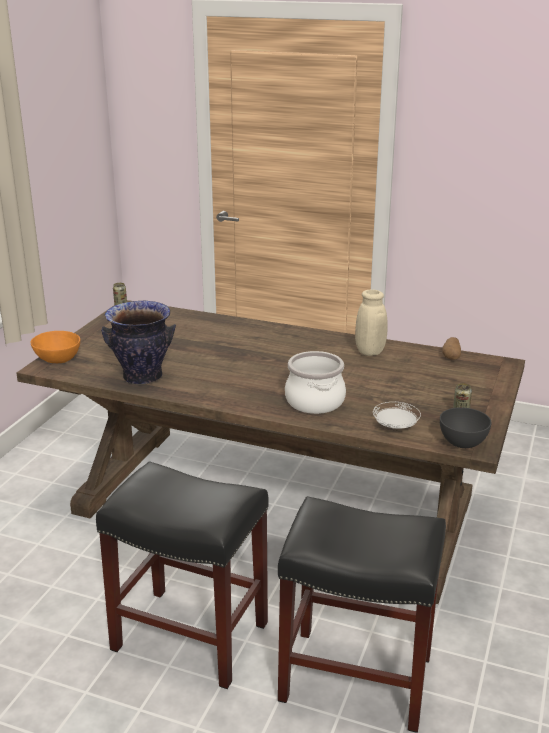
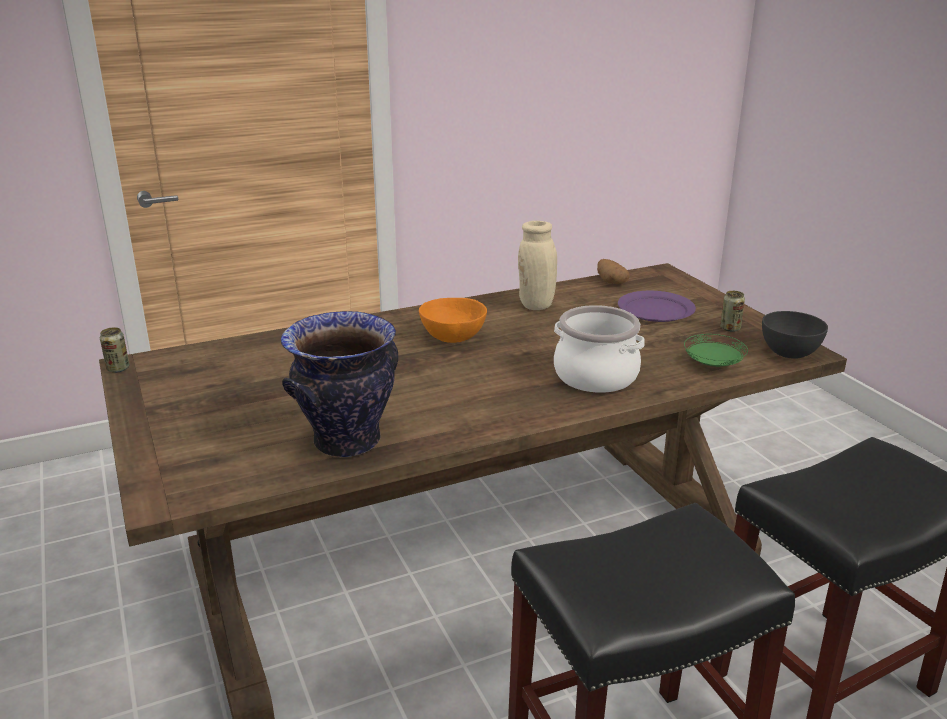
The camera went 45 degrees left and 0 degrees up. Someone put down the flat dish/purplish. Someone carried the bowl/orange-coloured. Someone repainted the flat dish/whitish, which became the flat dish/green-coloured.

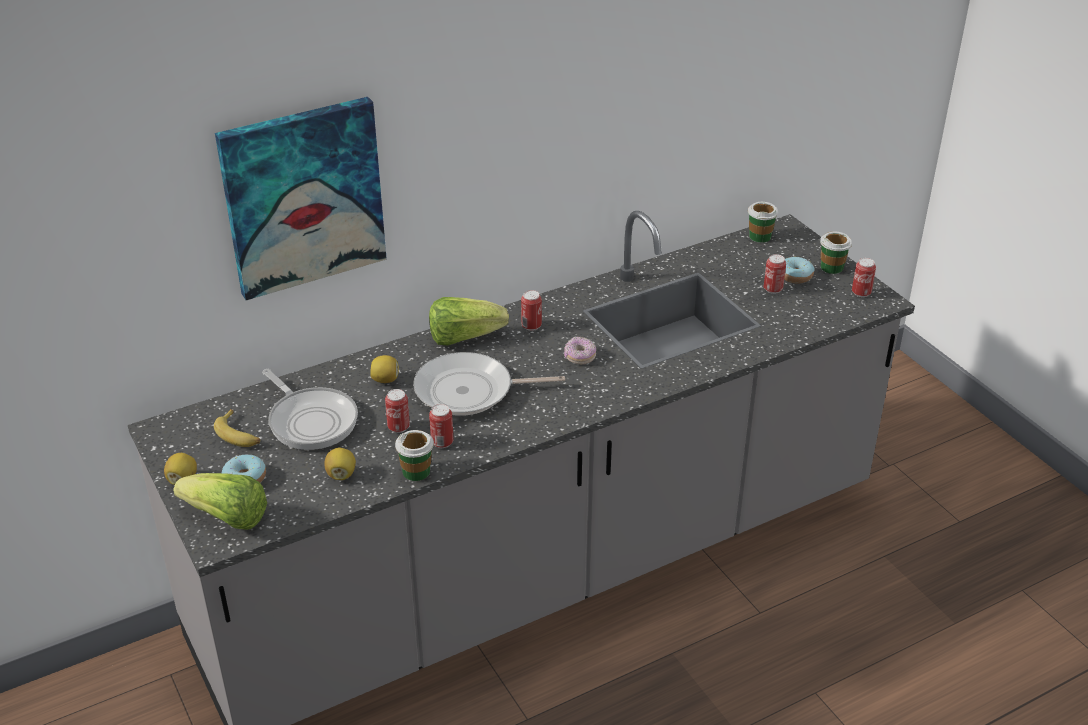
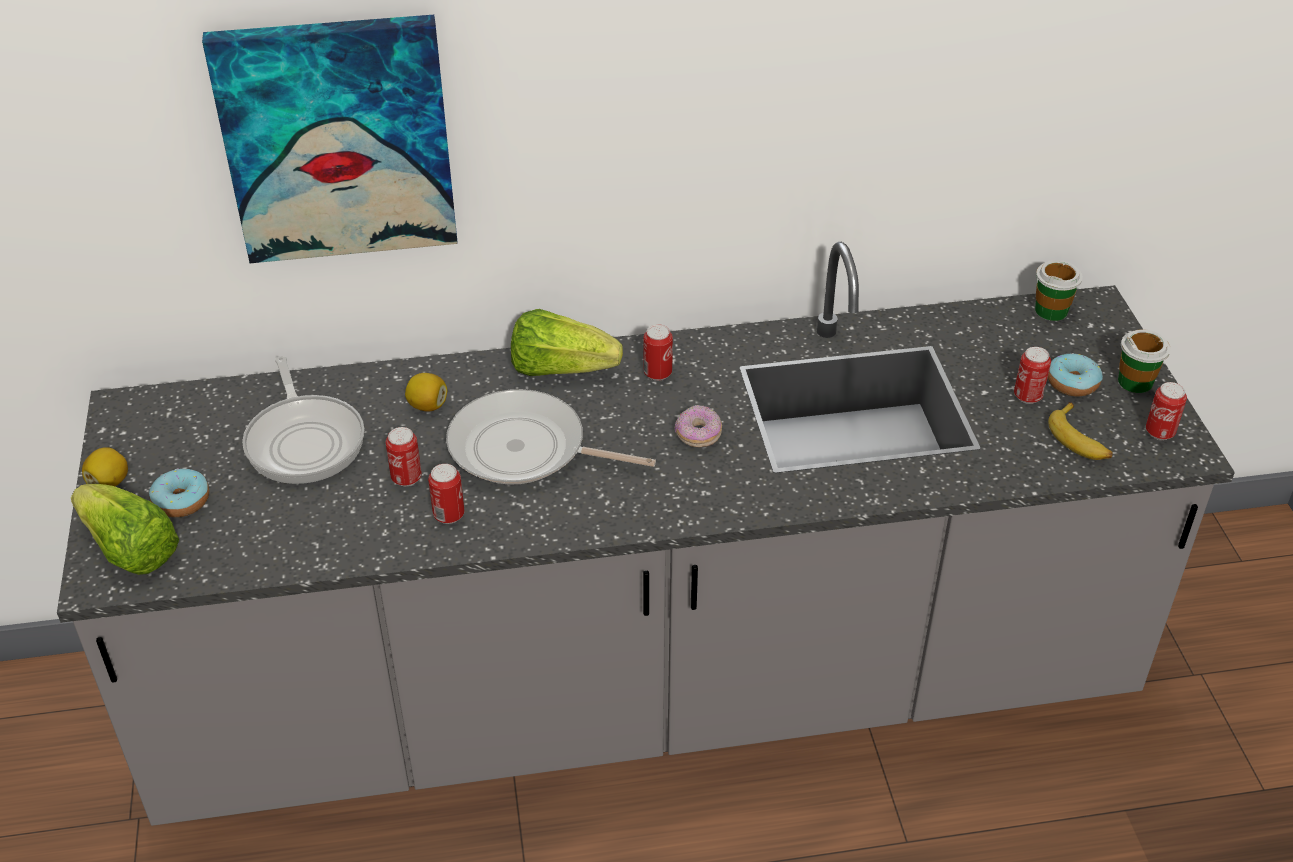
The camera went 20 degrees right and 5 degrees up. Someone took away the whole lemon (2nd from left). Someone took away the small cup (1st from left). Someone carried the banana fruit.

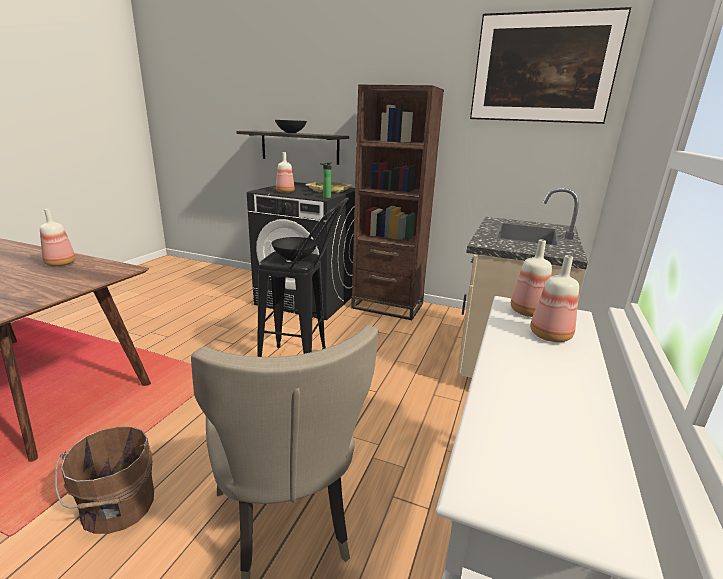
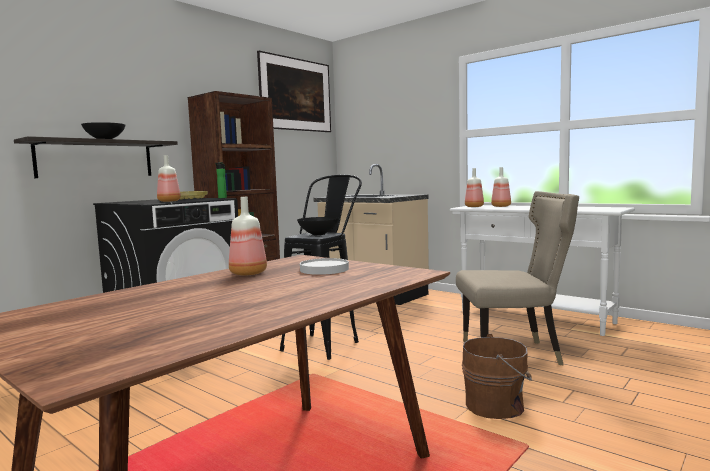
The camera went 70 degrees left and 15 degrees down. Someone put down the flat dish/whitish.

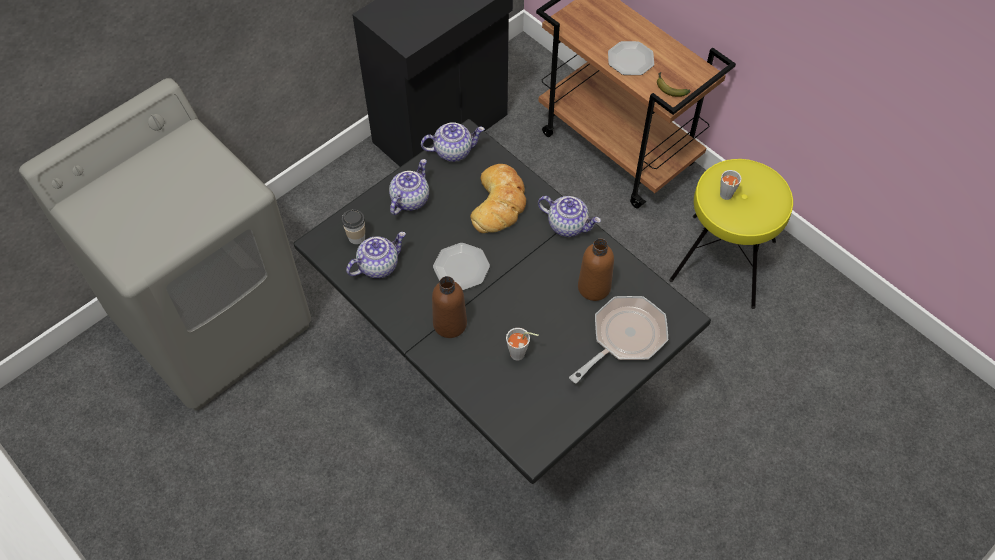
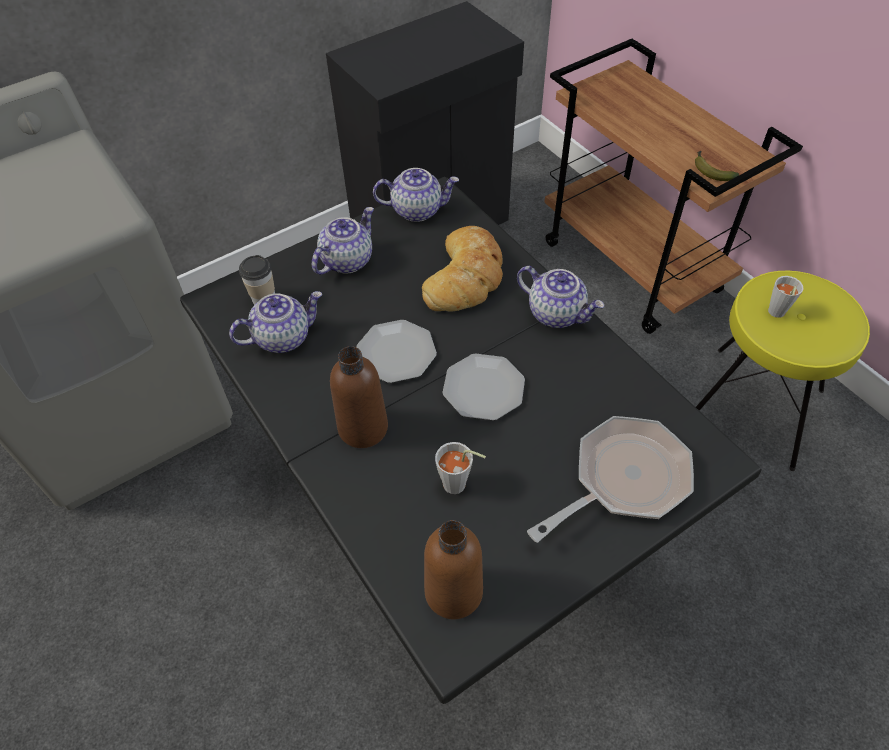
The camera went 10 degrees right and 5 degrees down. Someone carried the beverage bottle/brown (2nd from left). Someone carried the flat dish (2nd from left).

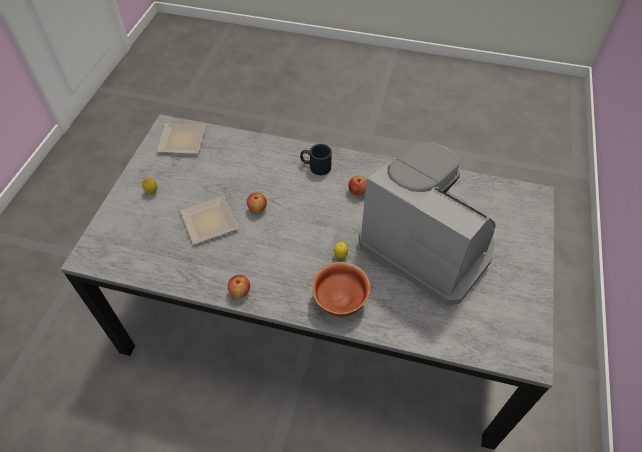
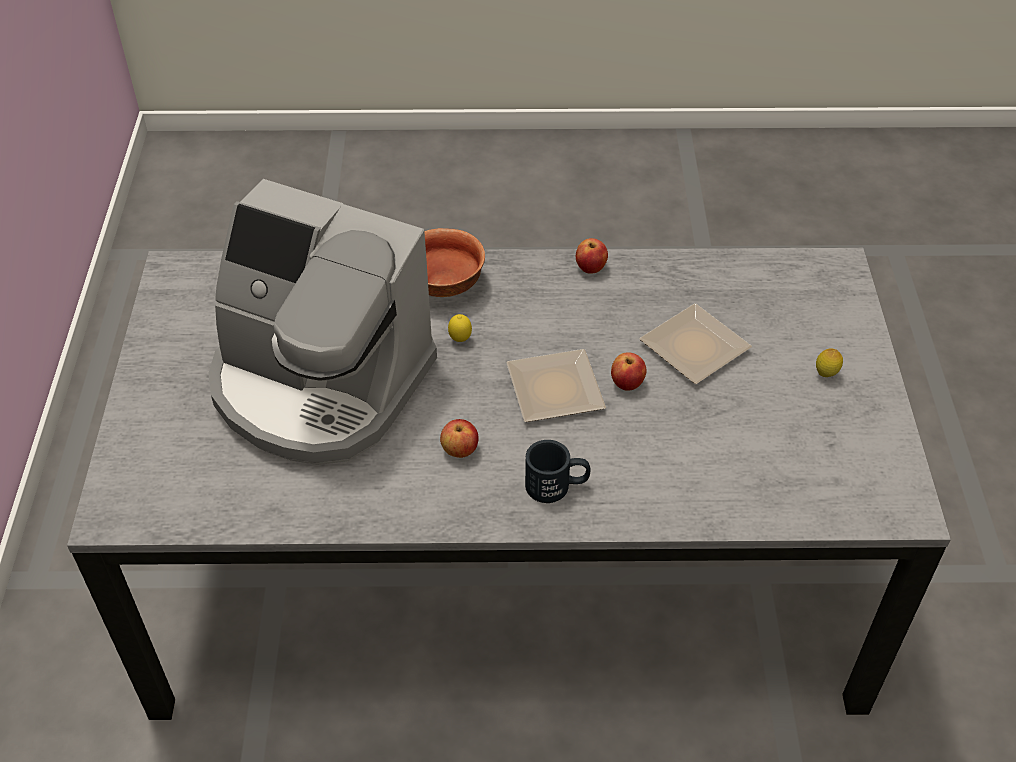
The camera went 165 degrees right and 5 degrees down. Someone carried the flat dish (1st from left).

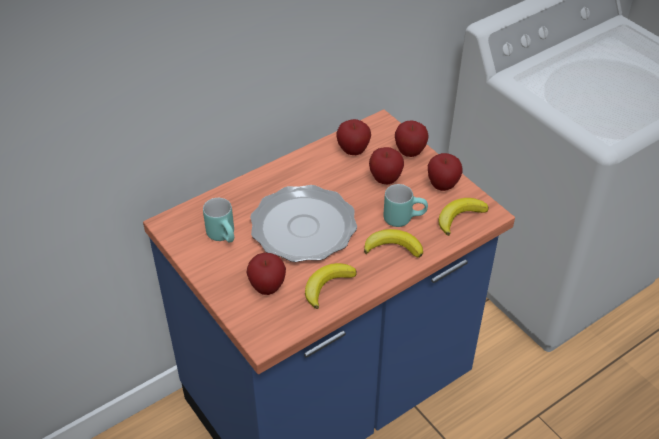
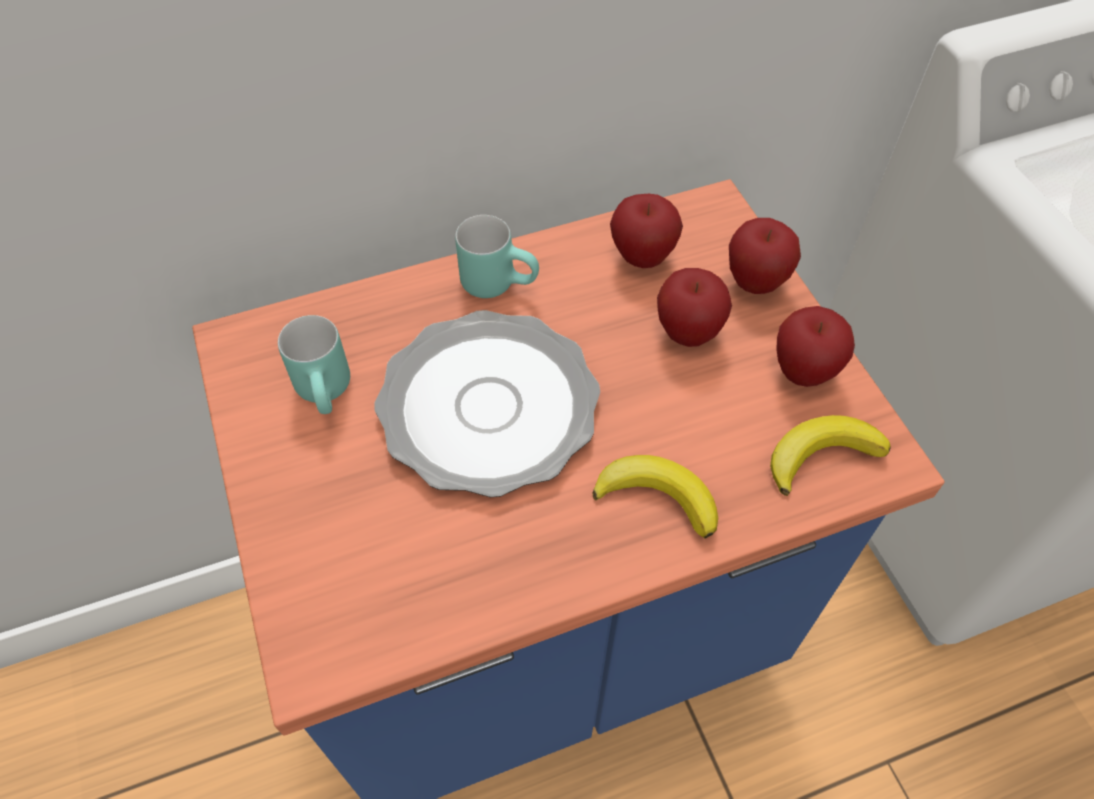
The camera went 15 degrees right and 10 degrees up. Someone took away the apple fruit (1st from left). Someone took away the banana fruit (1st from left). Someone carried the coffee mug/turquoise (2nd from left).

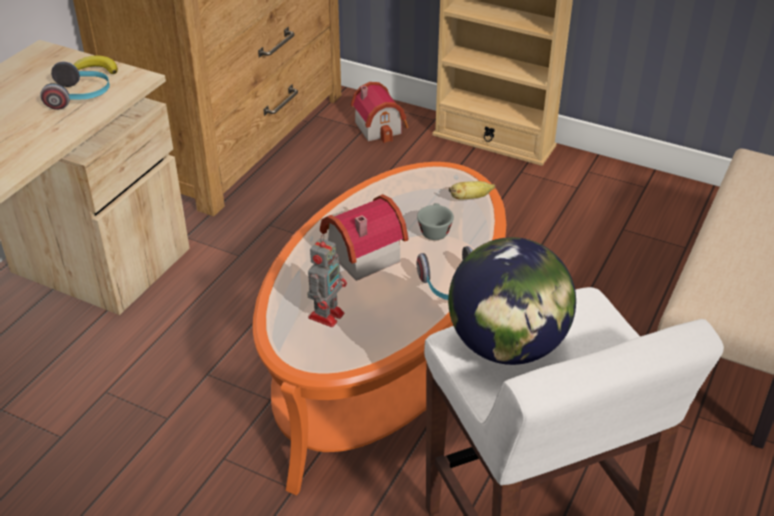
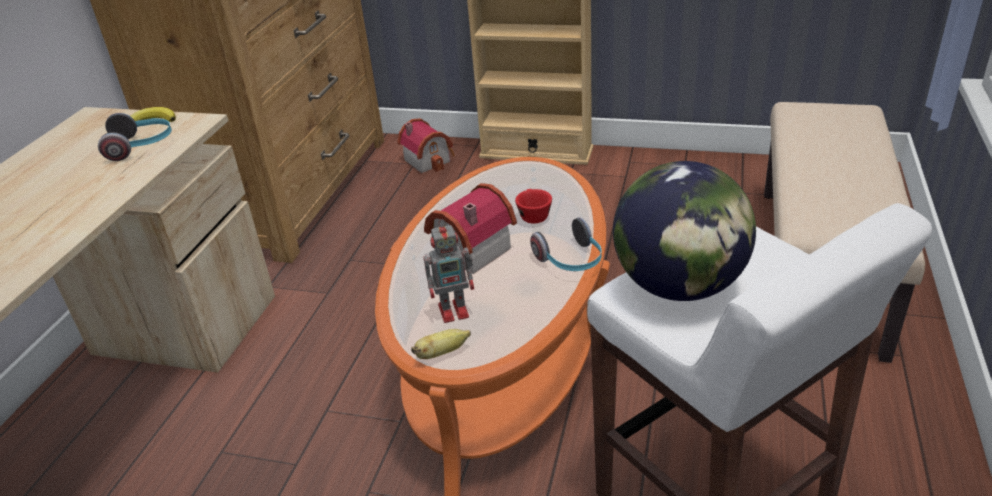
The camera went 10 degrees left and 5 degrees down. Someone carried the banana fruit (2nd from left). Someone repainted the small cup/greyish, which became the small cup/red-coloured. Someone rotated the model robot by 60 degrees clockwise.

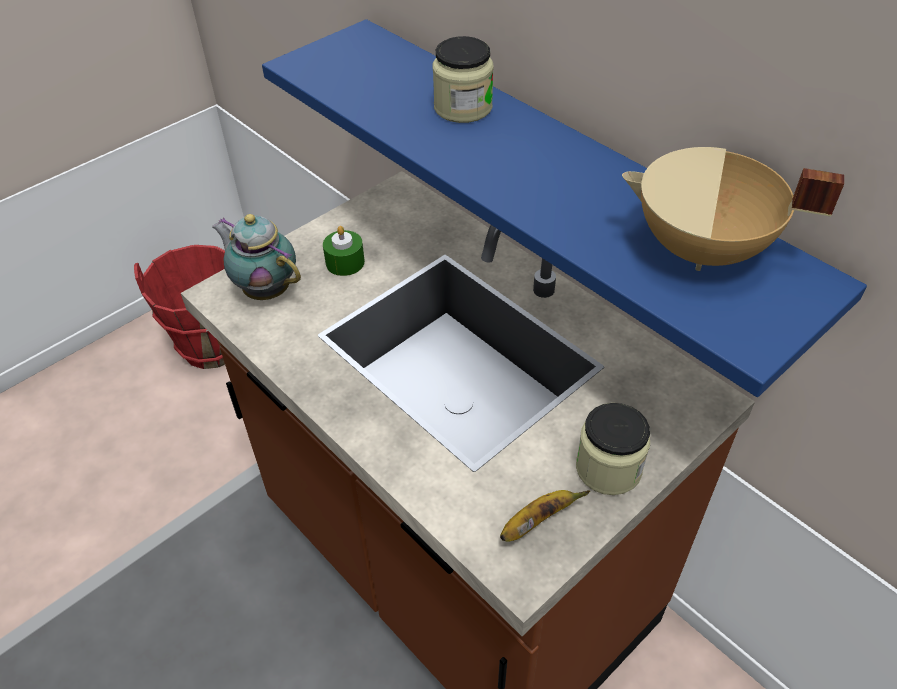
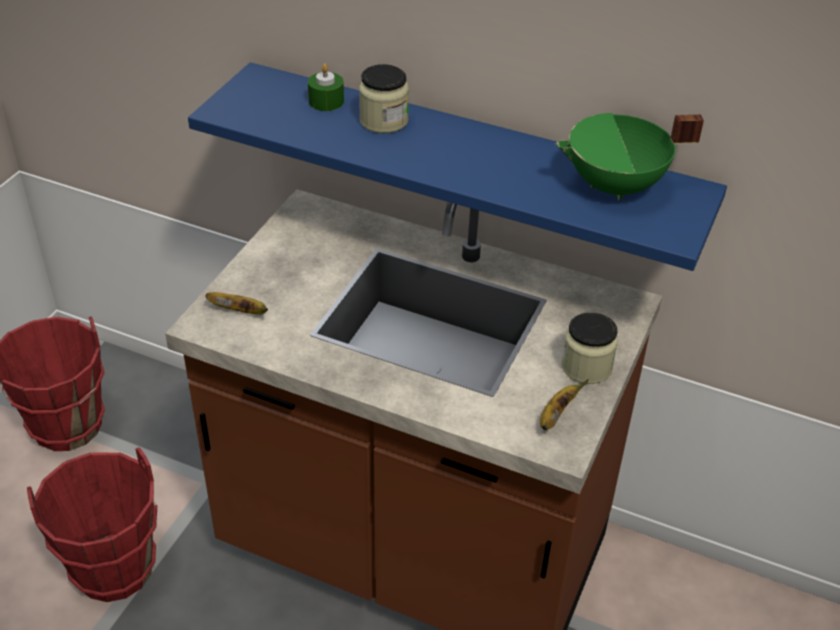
The camera went 25 degrees left and 5 degrees down. Someone put down the water bucket/red-coloured (2nd from left). Someone carried the wax candle/green-coloured. Someone swapped the teapot for the banana fruit (1st from left). Someone repainted the cooking pot/beige-coloured, which became the cooking pot/green-coloured.

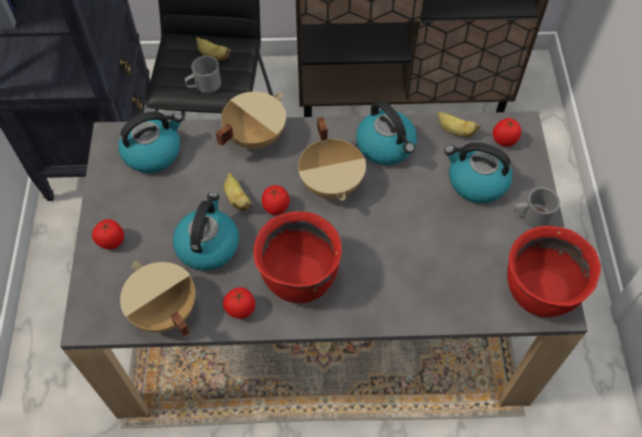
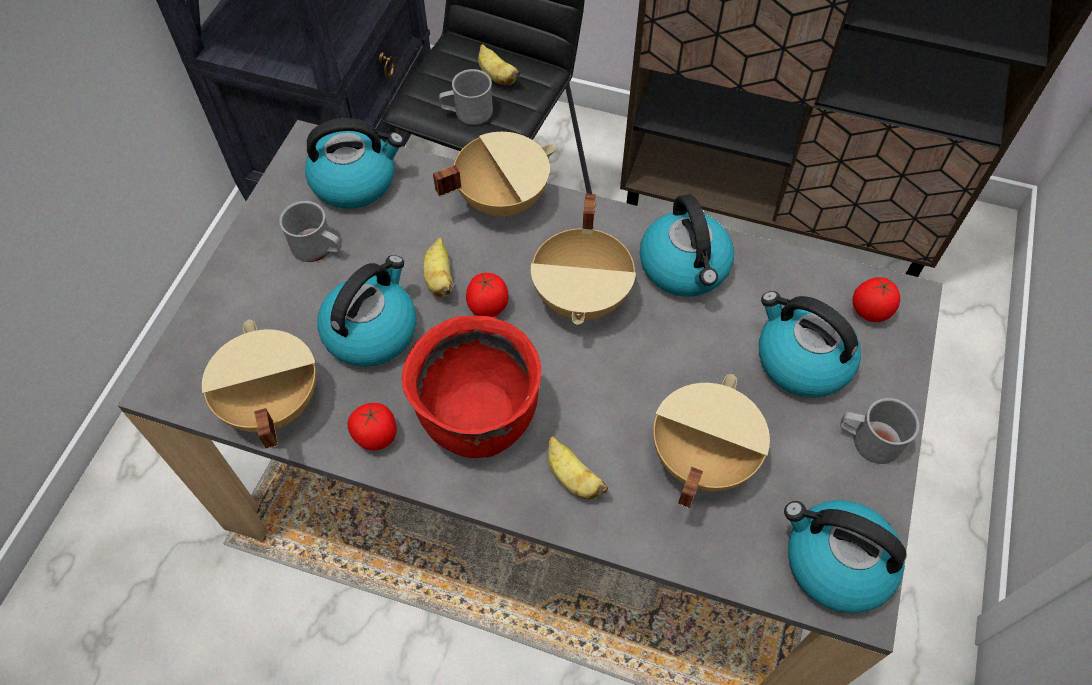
The camera went 20 degrees right and 0 degrees up. Someone took away the fresh tomato (1st from left). Someone put down the coffee mug/greyish (1st from left). Someone put down the cooking pot/beige-coloured (4th from left). Someone carried the banana fruit (3rd from left). Someone swapped the cooking pot/red-coloured (2nd from left) for the tea kettle (5th from left).

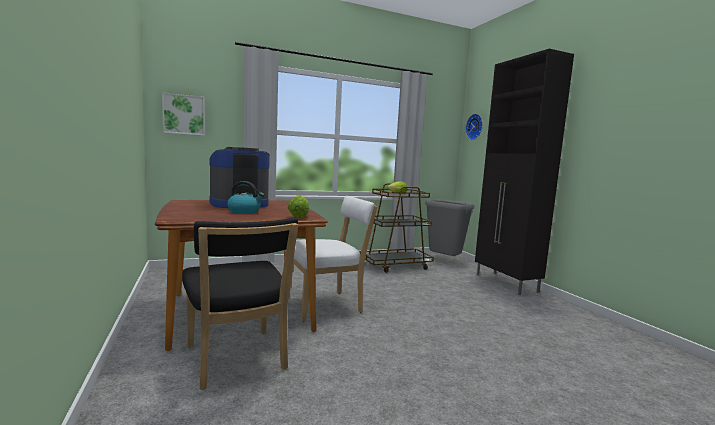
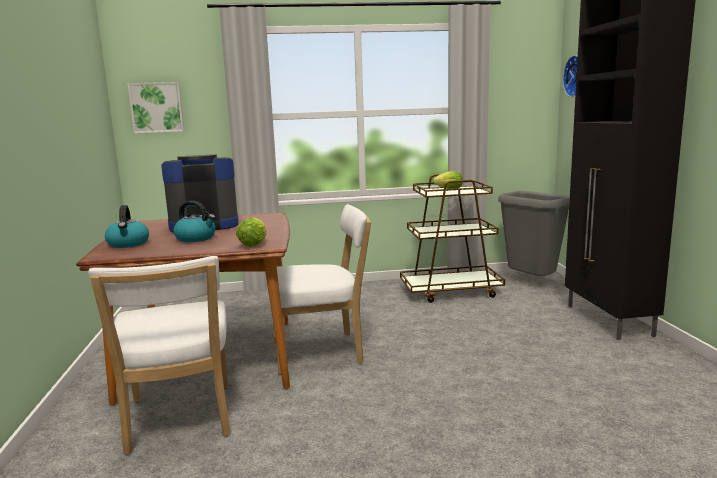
The camera went 15 degrees right and 5 degrees up. Someone put down the tea kettle (1st from left). Someone repainted the chair/black, which became the chair/whitish (1st from left).

